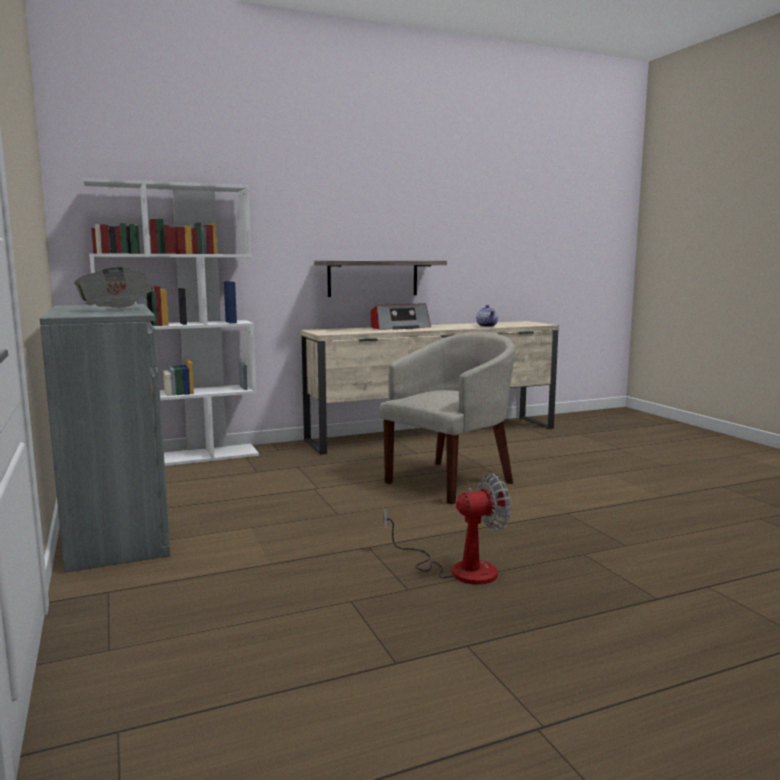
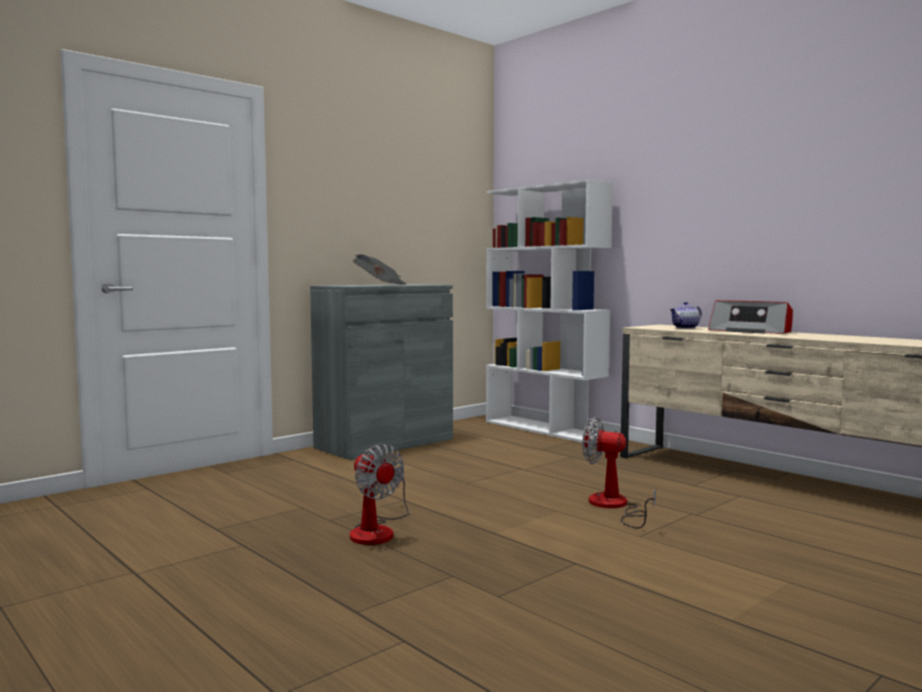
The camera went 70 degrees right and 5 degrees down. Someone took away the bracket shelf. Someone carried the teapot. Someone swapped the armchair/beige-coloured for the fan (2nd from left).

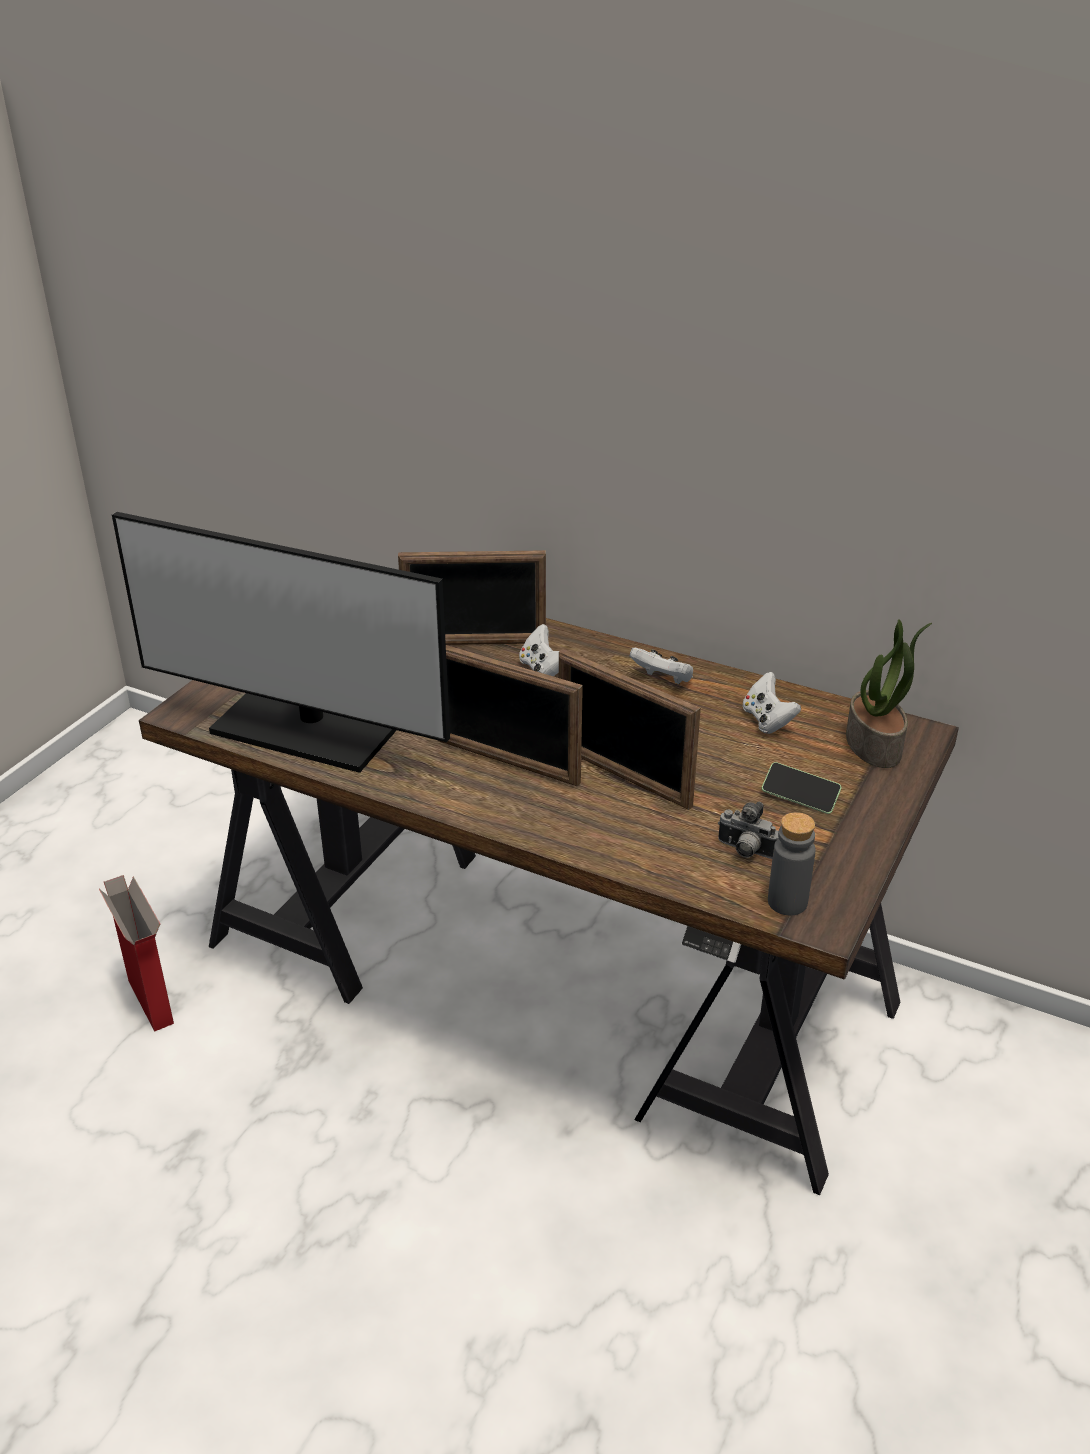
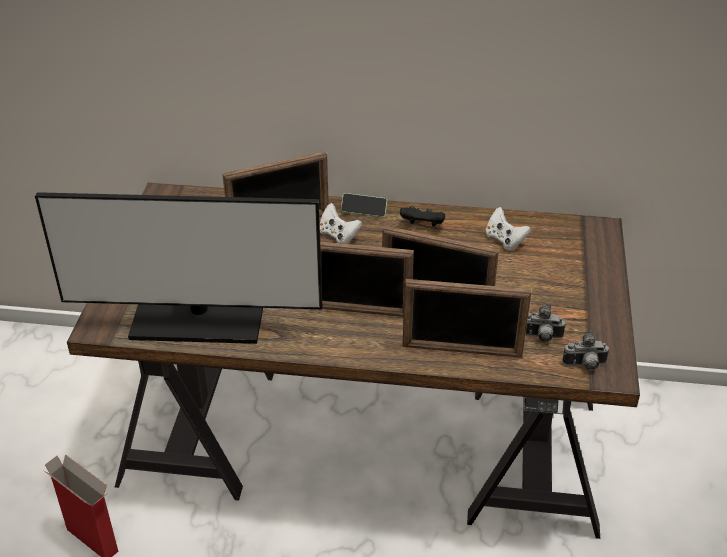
The camera went 20 degrees left and 5 degrees up. Someone took away the houseplant. Someone put down the picture frame (4th from left). Someone carried the phone. Someone swapped the beverage bottle/greyish for the photo camera (2nd from left). Someone repainted the gamepad/whitish (2nd from left), which became the gamepad/black.

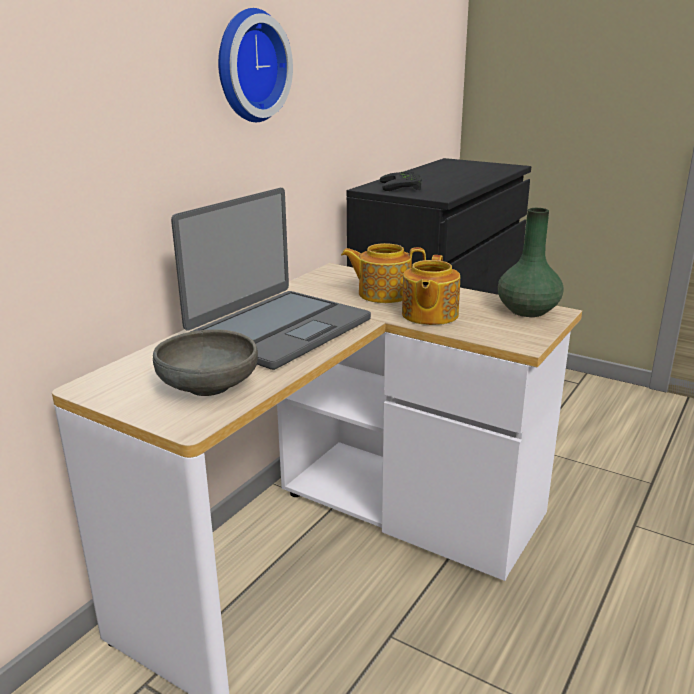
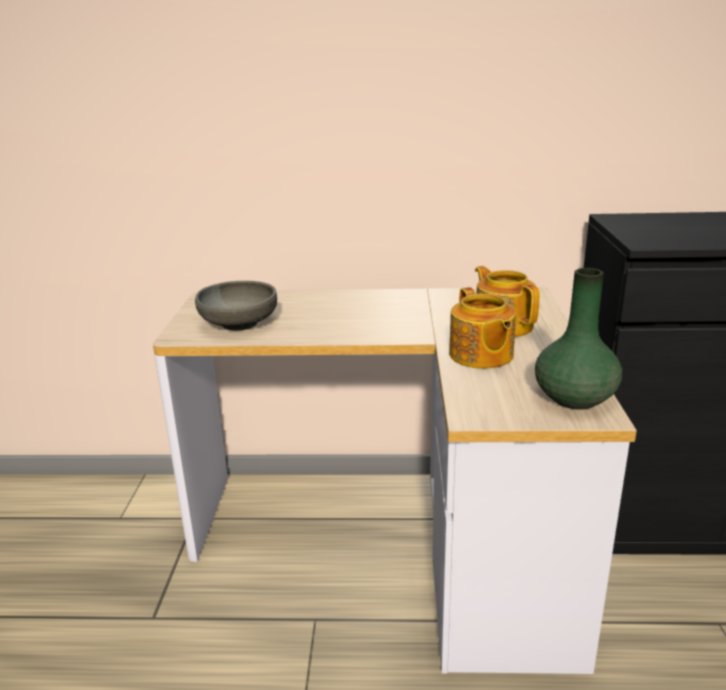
The camera went 60 degrees right and 0 degrees up. Someone took away the laptop. Someone took away the hanging clock. Someone took away the gamepad/black. Someone rotated the teapot (2nd from left in the first image) by 90 degrees counterclockwise.

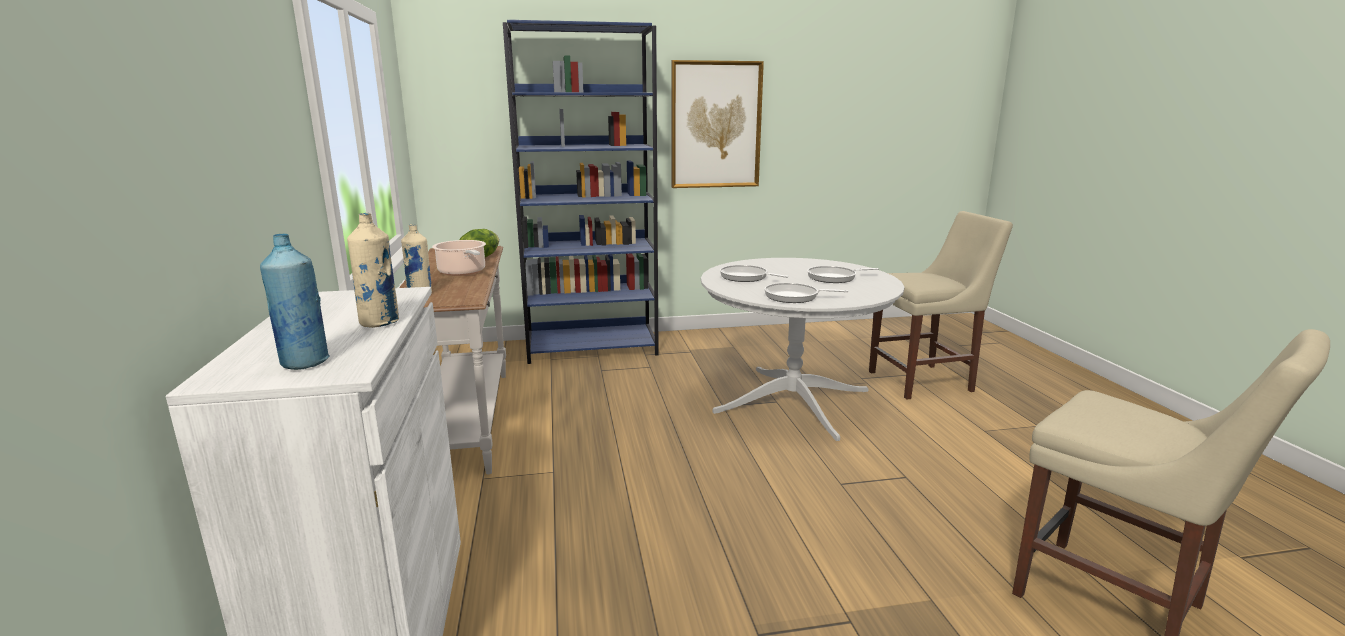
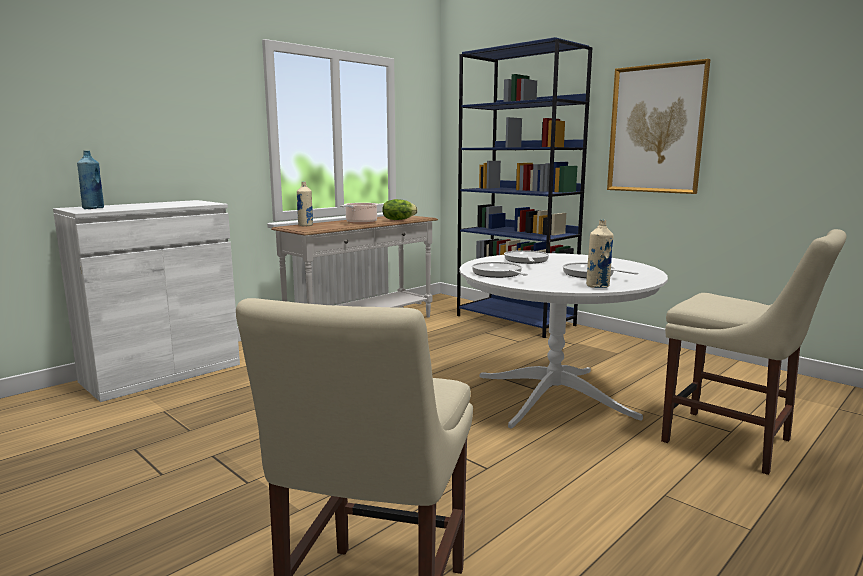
The camera went 55 degrees right and 5 degrees down. Someone carried the beverage bottle/beige-coloured (1st from left in the first image).

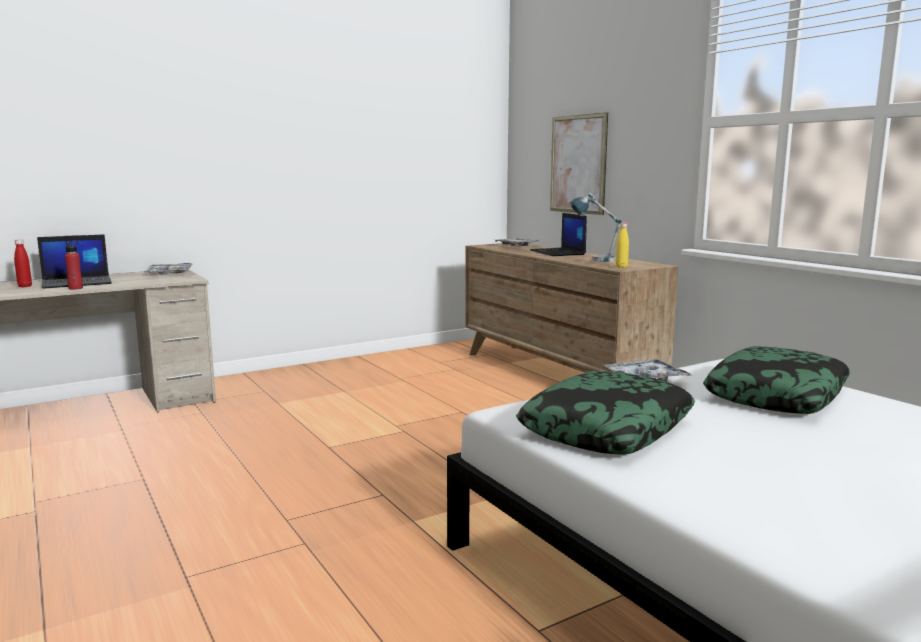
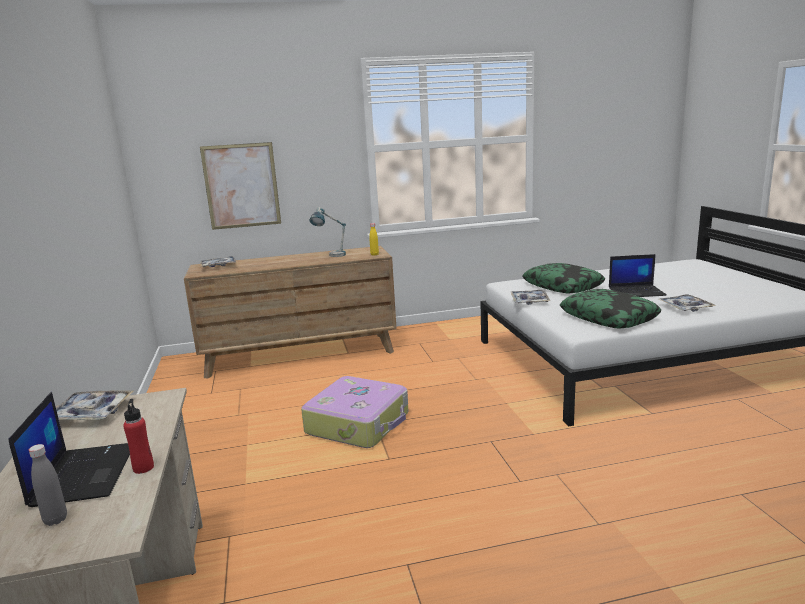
The camera went 70 degrees left and 5 degrees up. Someone put down the travel case. Someone put down the tray (4th from left). Someone carried the laptop (2nd from left). Someone repainted the beverage bottle/red-coloured (1st from left), which became the beverage bottle/greyish.

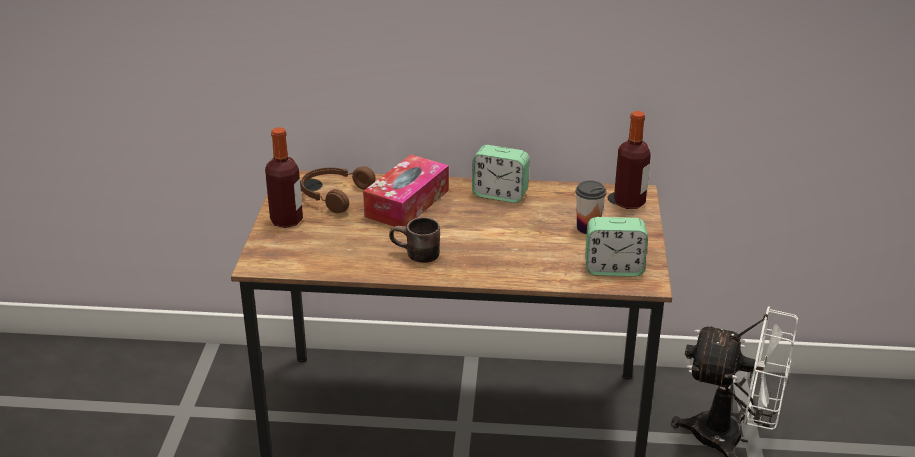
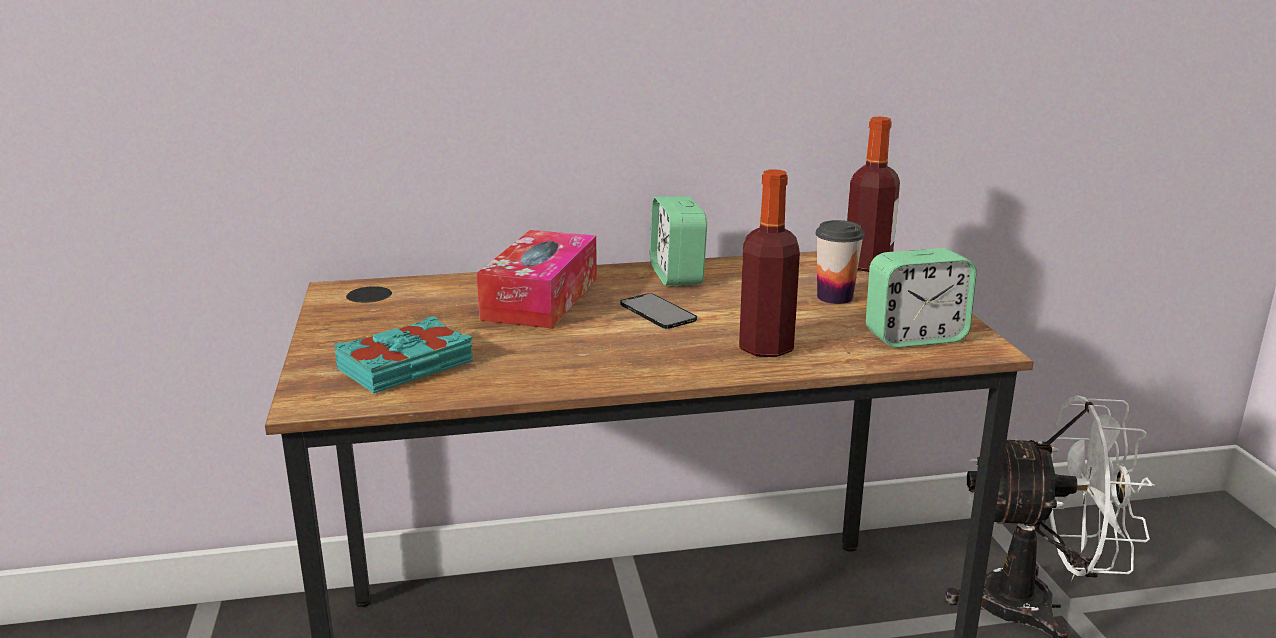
The camera went 15 degrees left and 10 degrees down. Someone took away the pair of headphones/brown. Someone took away the coffee mug/brown. Someone put down the bound book/turquoise. Someone put down the phone. Someone carried the beverage bottle (1st from left). Someone rotated the alarm clock (1st from left) by 75 degrees clockwise.

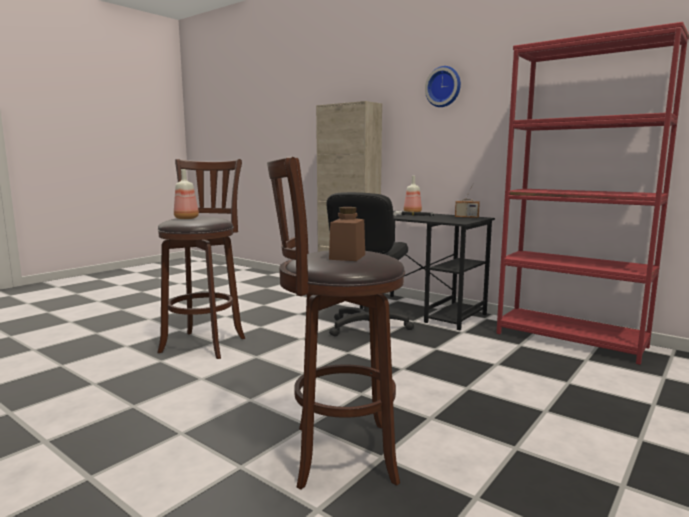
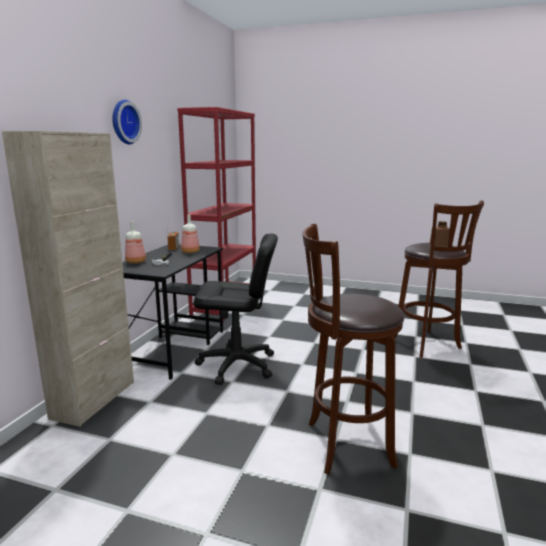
The camera went 110 degrees left and 5 degrees up. Someone carried the beverage bottle (1st from left in the first image).

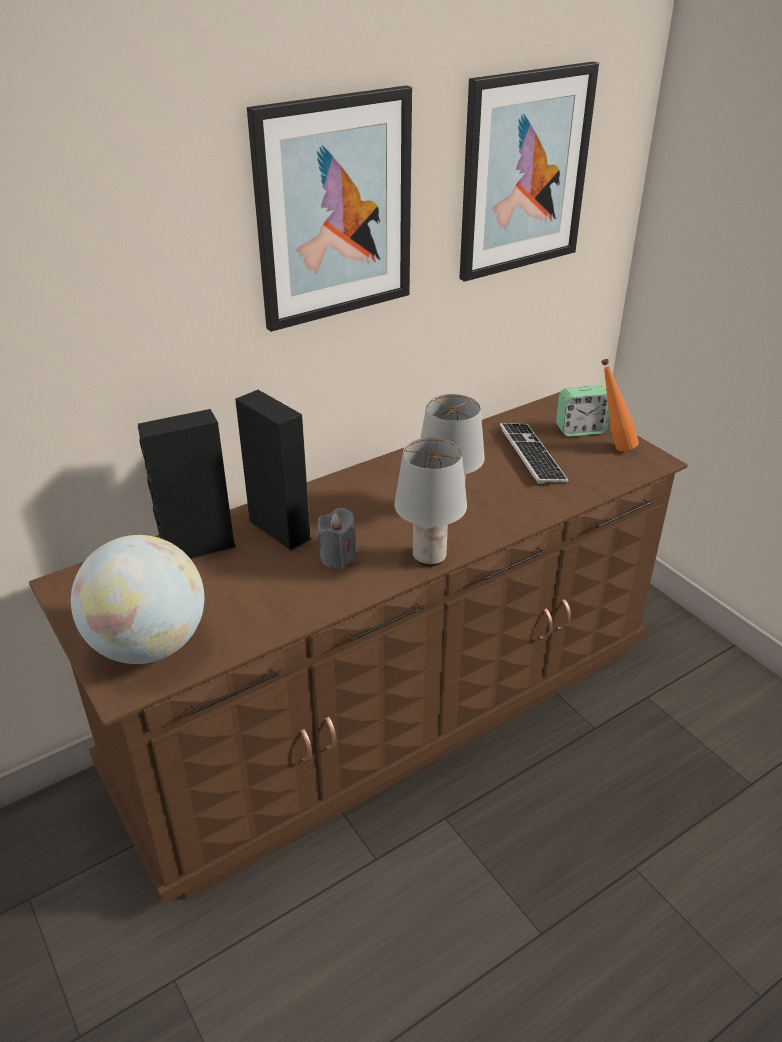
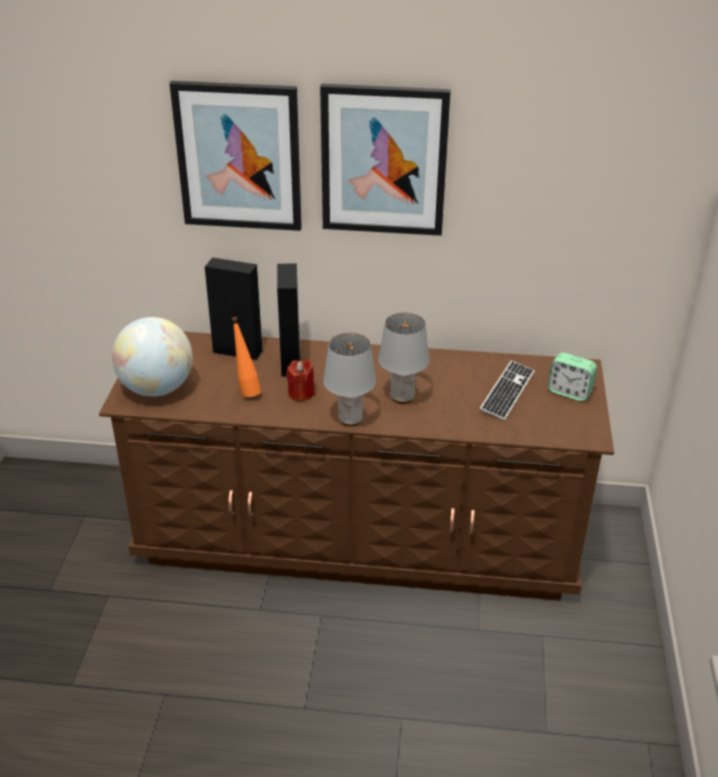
The camera went 40 degrees right and 0 degrees up. Someone carried the wall art (2nd from left in the first image). Someone carried the beverage bottle/orange-coloured. Someone repainted the wax candle/greyish, which became the wax candle/red-coloured.

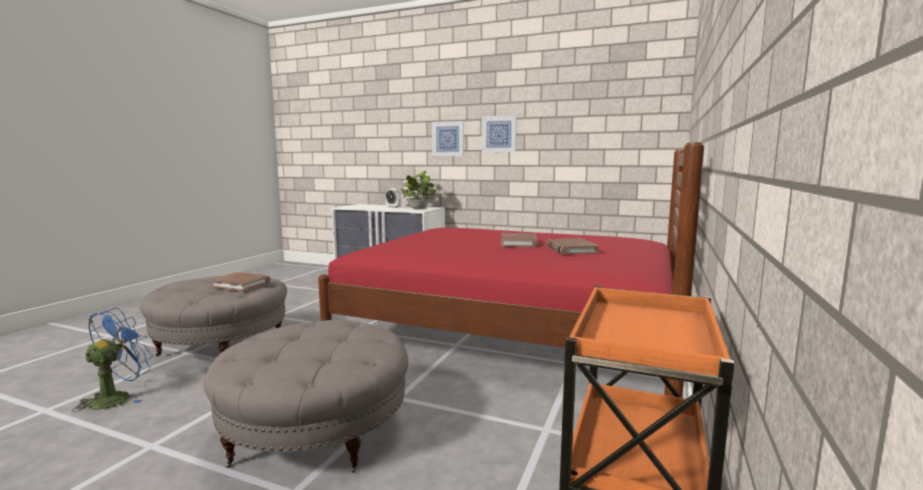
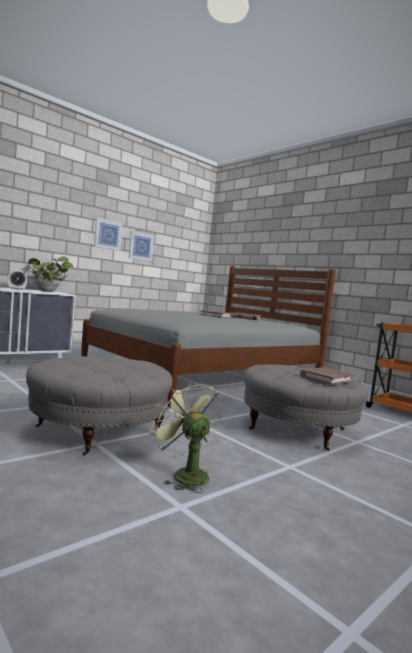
The camera went 65 degrees left and 5 degrees down. Someone carried the bound book/brown (1st from left in the first image). Someone carried the wall art (1st from left in the first image). Someone repainted the fan/blue-coloured, which became the fan/green-coloured. Someone repainted the bedroom bed/red-coloured, which became the bedroom bed/greyish.

